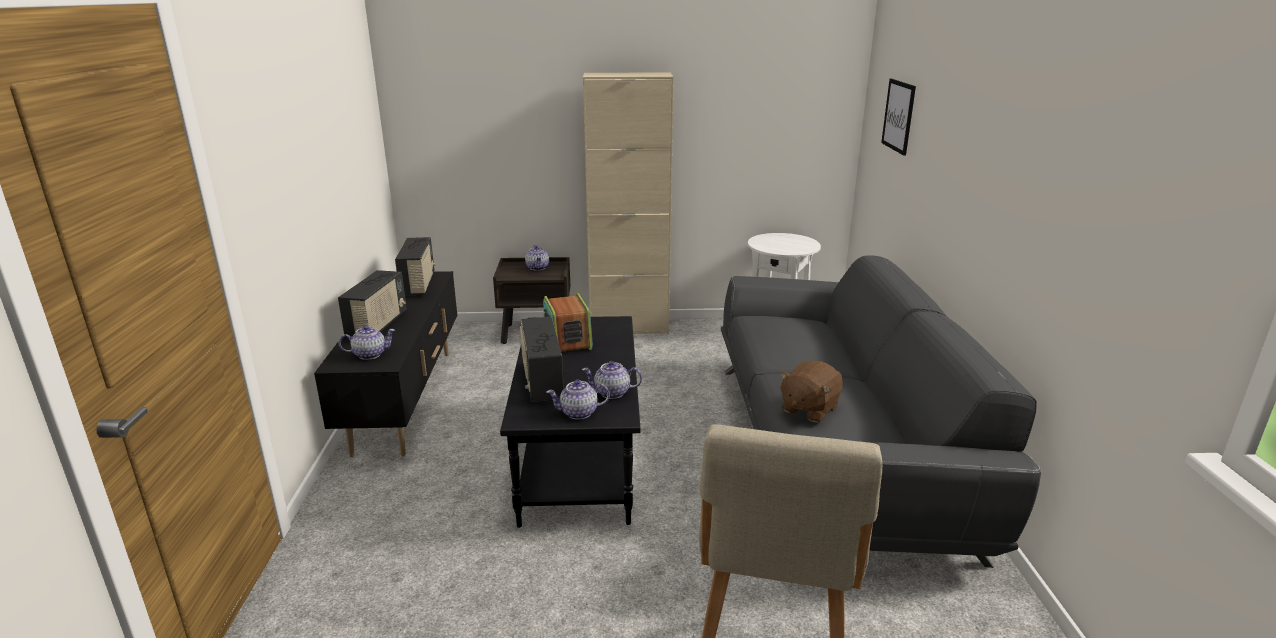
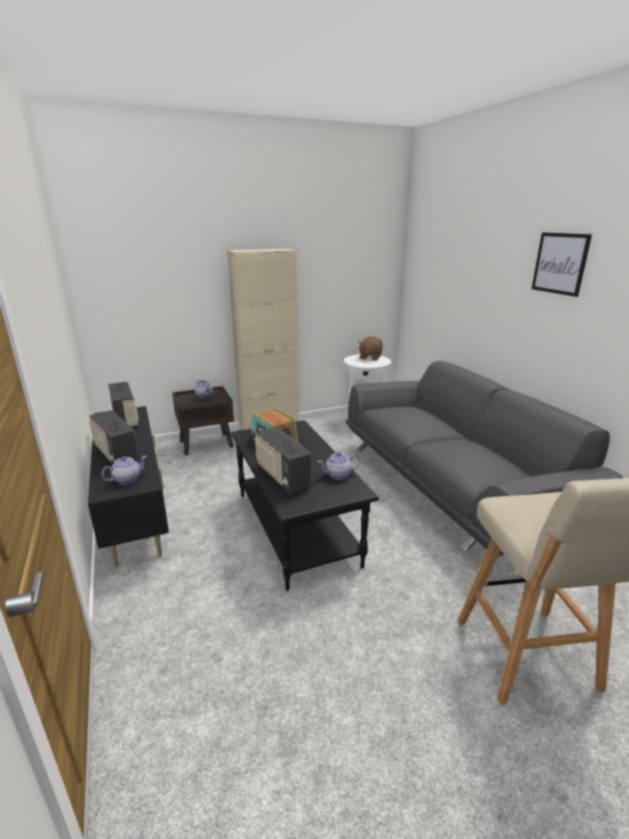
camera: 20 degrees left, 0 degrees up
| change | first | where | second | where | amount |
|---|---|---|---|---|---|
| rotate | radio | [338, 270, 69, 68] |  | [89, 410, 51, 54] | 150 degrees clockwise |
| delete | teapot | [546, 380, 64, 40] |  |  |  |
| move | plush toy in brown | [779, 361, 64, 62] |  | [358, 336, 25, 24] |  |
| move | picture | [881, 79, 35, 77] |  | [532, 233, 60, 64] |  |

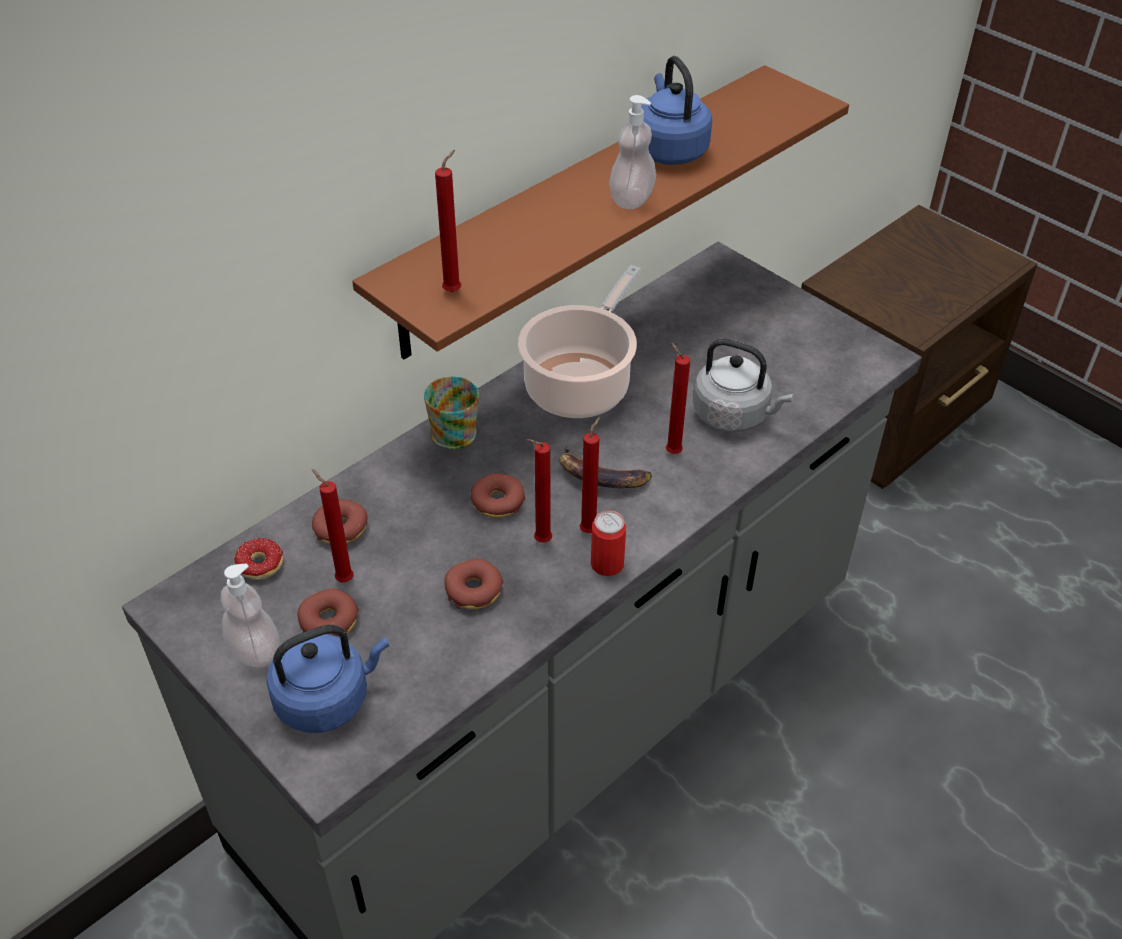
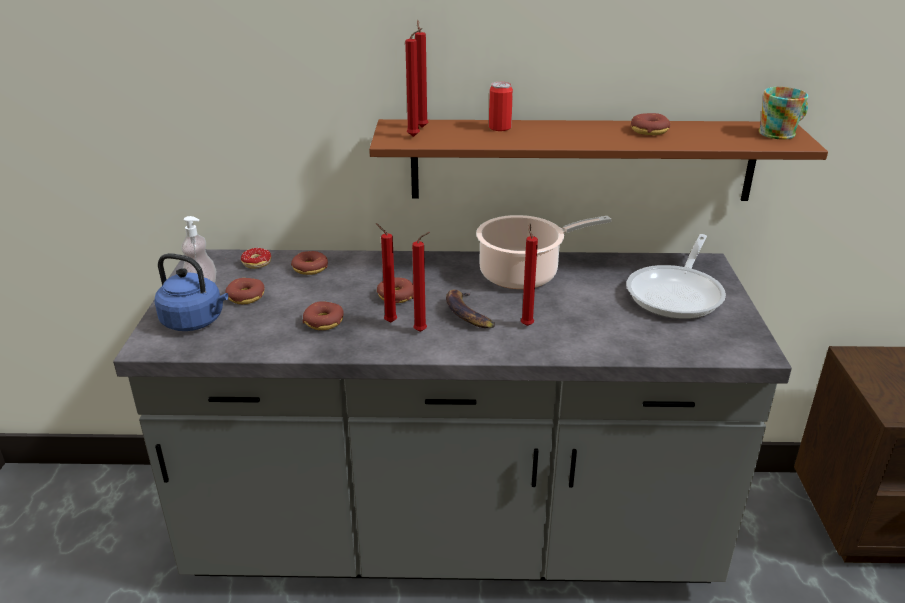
camera: 45 degrees right, 15 degrees down
| change | first | where | second | where | amount |
|---|---|---|---|---|---|
| move | candle in red | [312, 469, 42, 113] |  | [415, 20, 13, 108] |  |
| move | mug | [424, 376, 55, 74] |  | [759, 87, 49, 53] |  |
| move | can | [591, 511, 35, 65] |  | [489, 82, 24, 49] |  |
| delete | soap dispenser | [609, 95, 47, 114] |  |  |  |
| replace | kettle in blue | [641, 56, 71, 109] | donut | [631, 113, 39, 22] |  |
| delete | kettle in grey | [693, 339, 100, 93] |  |  |  |
| insert |  |  | frying pan | [627, 234, 99, 85] |  |

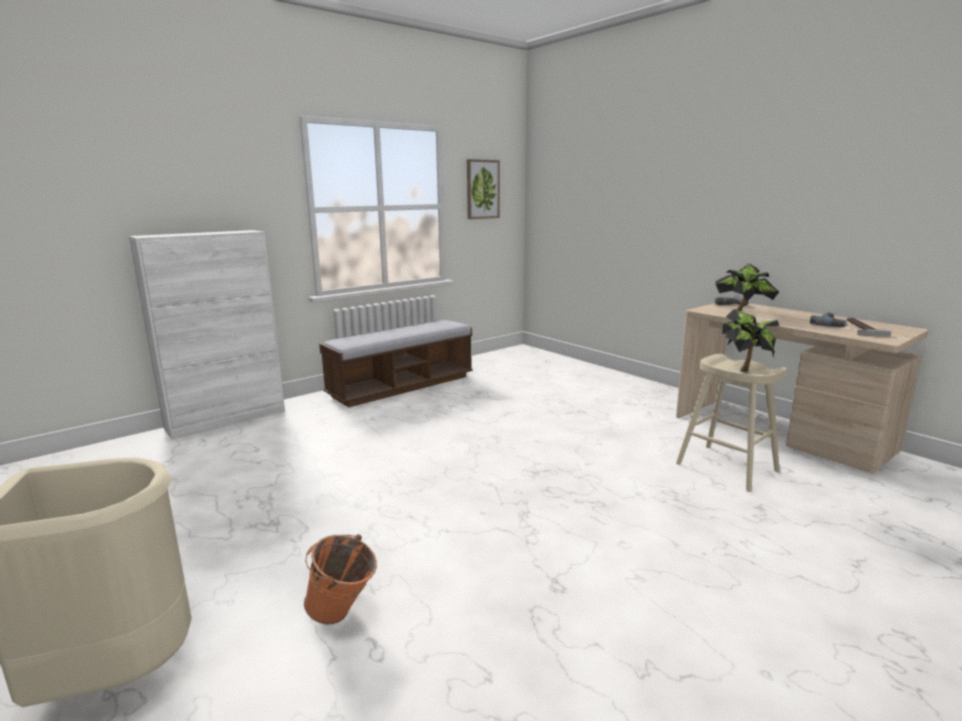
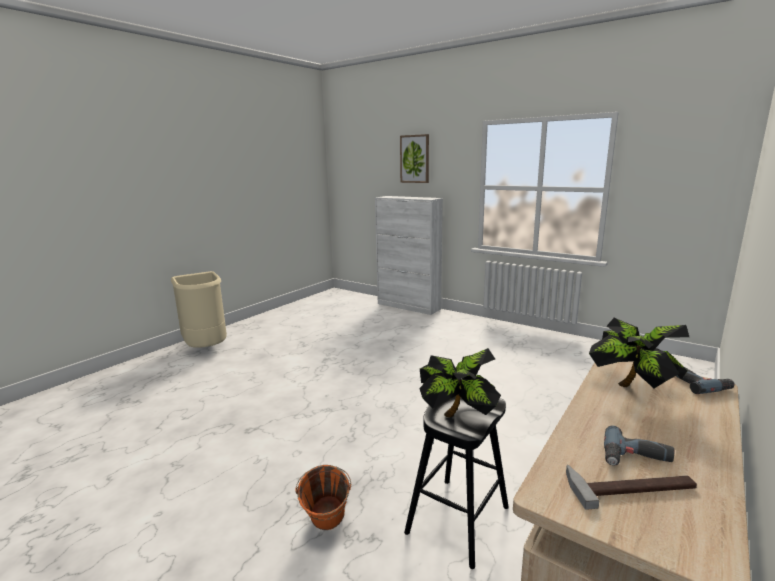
camera: 75 degrees right, 0 degrees up
| change | first | where | second | where | amount |
|---|---|---|---|---|---|
| move | bucket in orange | [304, 534, 73, 90] |  | [295, 465, 56, 65] |  |
| delete | bench | [319, 320, 154, 87] |  |  |  |
| move | picture | [467, 159, 33, 60] |  | [400, 134, 29, 49] |  |
| recolor | stool in beige | [676, 354, 111, 138] | stool in black | [404, 396, 105, 173] |  |

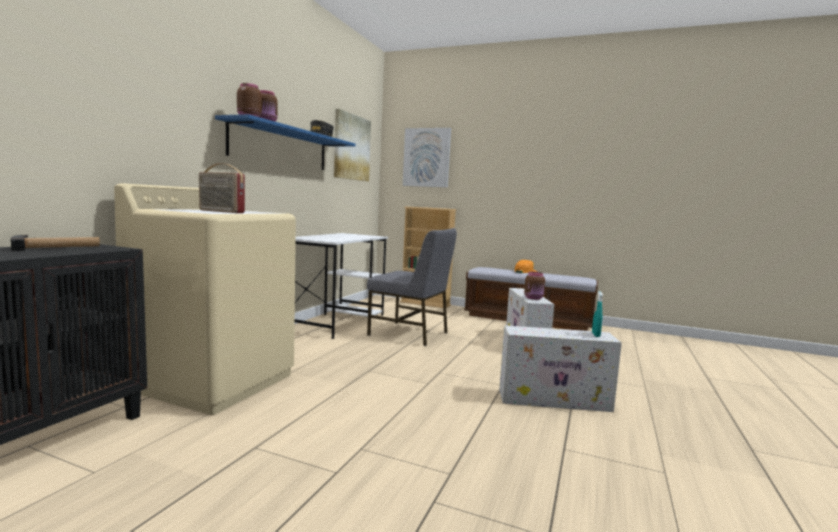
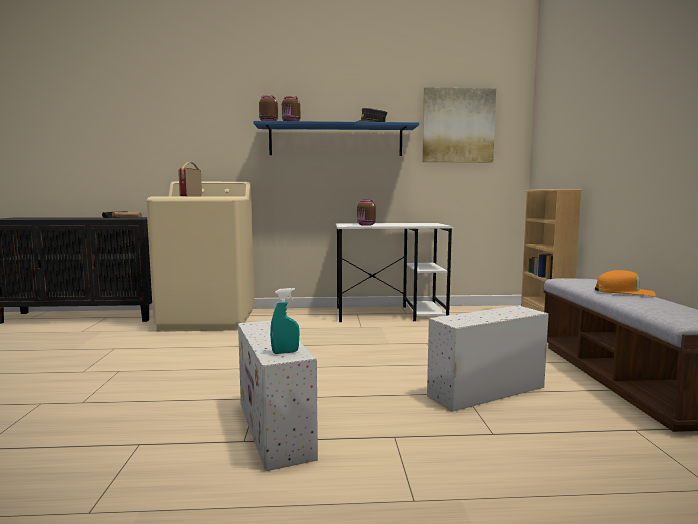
camera: 65 degrees right, 0 degrees up
| change | first | where | second | where | amount |
|---|---|---|---|---|---|
| delete | chair in grey | [367, 228, 90, 118] |  |  |  |
| delete | picture | [403, 128, 48, 60] |  |  |  |
| move | jar in brown | [524, 272, 21, 28] |  | [357, 200, 19, 26] |  |

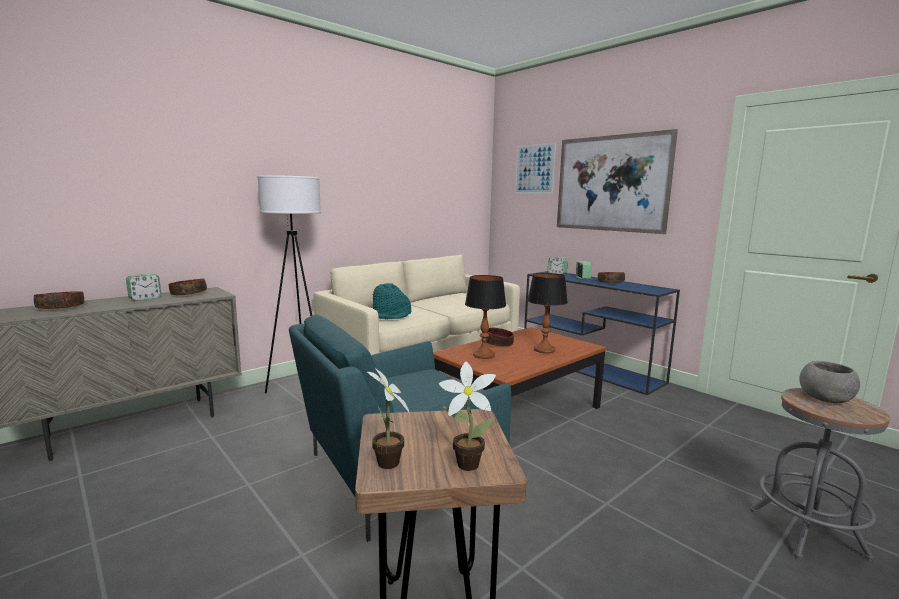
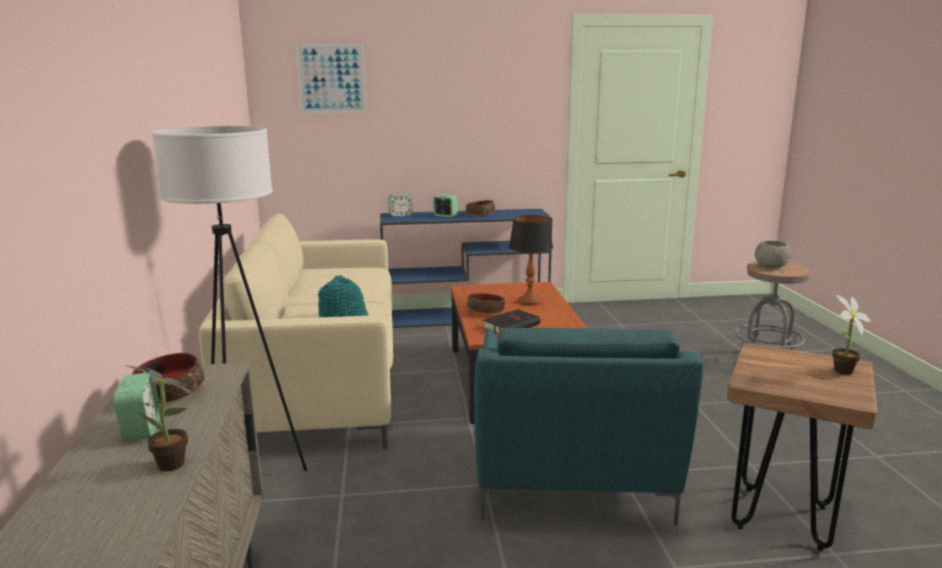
camera: 55 degrees left, 5 degrees up
| change | first | where | second | where | amount |
|---|---|---|---|---|---|
| delete | bowl | [34, 291, 50, 18] |  |  |  |
| move | potted plant | [367, 367, 43, 102] |  | [127, 366, 67, 105] |  |
| replace | table lamp | [465, 275, 41, 84] | book in black | [483, 309, 57, 25] |  |
| delete | picture | [557, 129, 121, 105] |  |  |  |

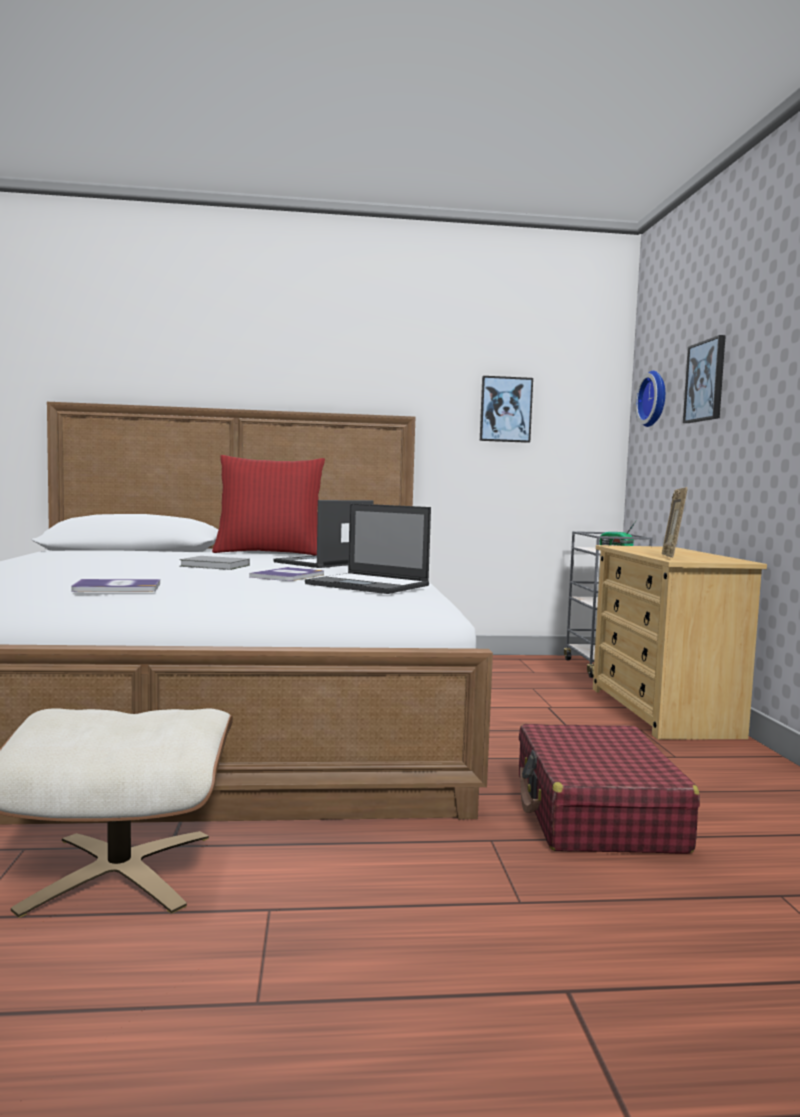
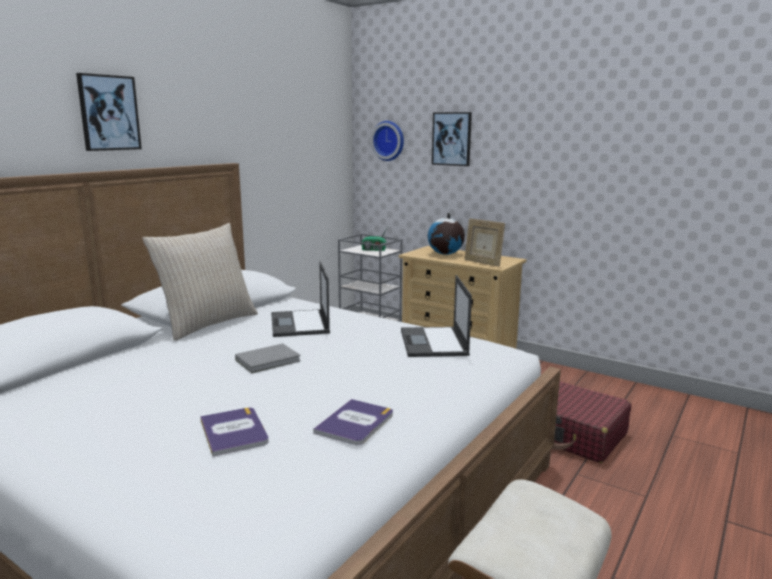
camera: 50 degrees left, 10 degrees up
| change | first | where | second | where | amount |
|---|---|---|---|---|---|
| recolor | pillow in red | [212, 455, 113, 100] | pillow in beige | [142, 223, 116, 118] |  |
| move | book | [249, 567, 75, 14] |  | [200, 407, 69, 50] |  |
| rotate | laptop | [305, 503, 126, 91] |  | [401, 275, 71, 82] | 105 degrees clockwise |
| move | picture | [480, 376, 53, 67] |  | [76, 73, 66, 78] |  |
| insert |  |  | globe | [428, 213, 37, 42] |  |

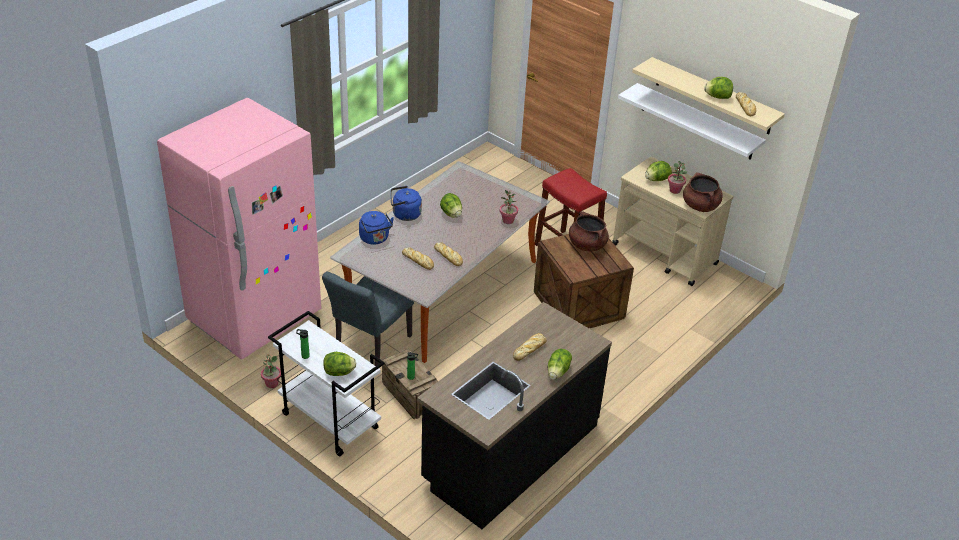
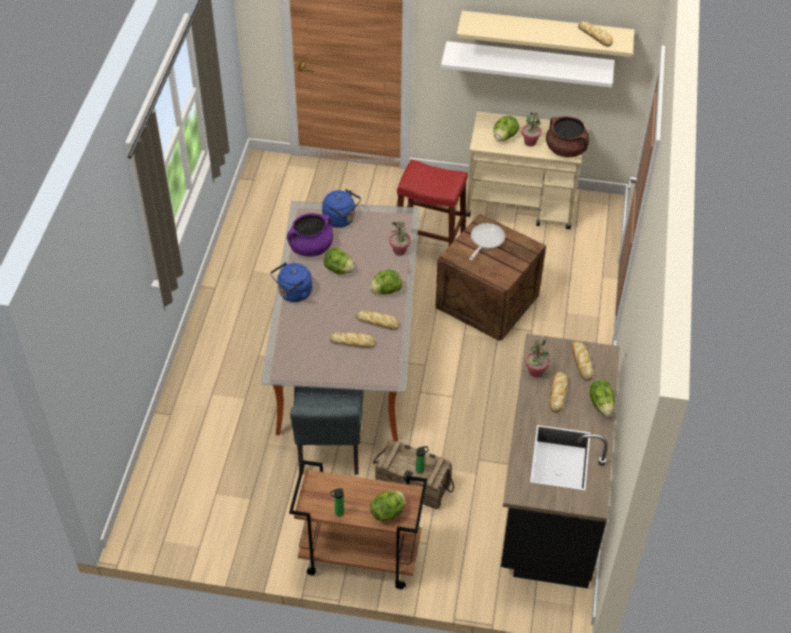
camera: 30 degrees left, 10 degrees up
| change | first | where | second | where | amount |
|---|---|---|---|---|---|
| delete | fridge in pink | [157, 98, 164, 262] |  |  |  |
| move | potted plant | [261, 354, 20, 34] |  | [525, 339, 24, 39] |  |
| recolor | cart in white | [268, 311, 116, 145] | cart in brown | [289, 460, 138, 129] |  |
| move | kettle in blue | [359, 211, 35, 34] |  | [322, 189, 39, 39] |  |
| replace | cooking pot in brown | [569, 211, 40, 40] | frying pan | [470, 223, 35, 37] |  |
| move | lettuce | [704, 77, 29, 22] |  | [369, 270, 33, 25] |  |
| insert |  |  | cooking pot in purple | [287, 213, 46, 44] |  |
| insert |  |  | bread | [571, 342, 22, 39] |  |

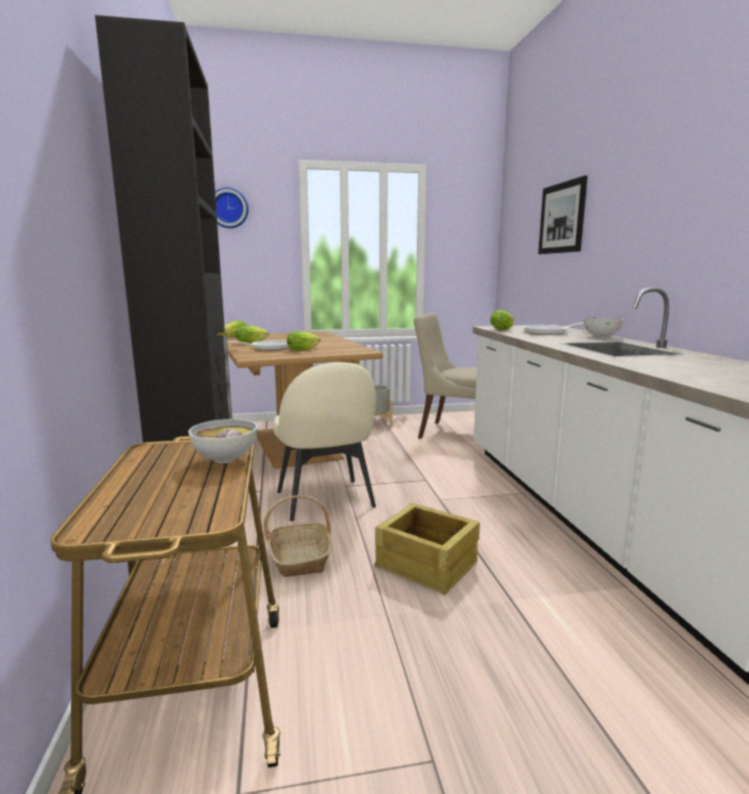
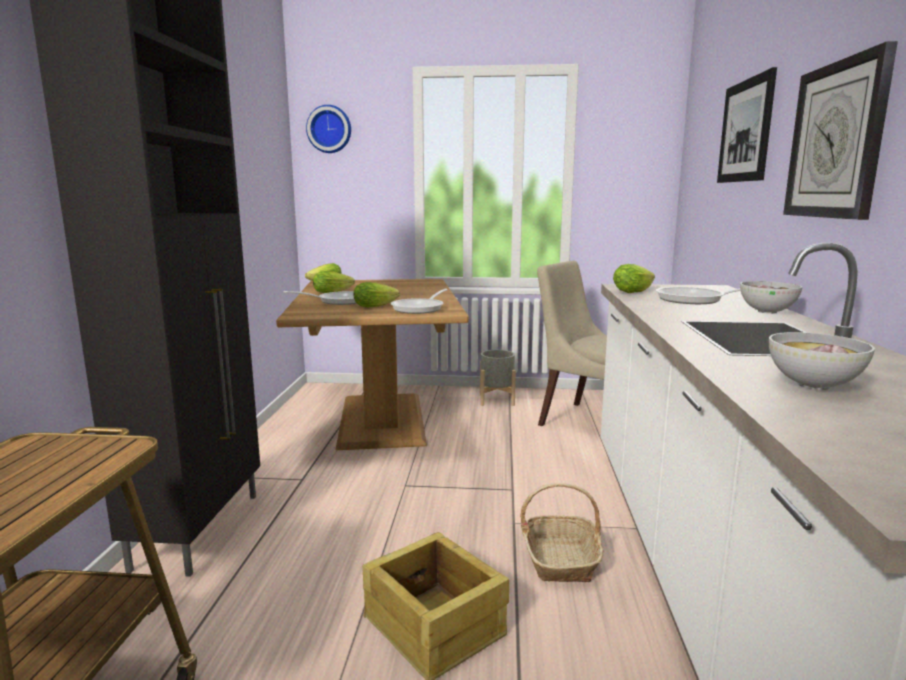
camera: 15 degrees right, 0 degrees up
| change | first | where | second | where | amount |
|---|---|---|---|---|---|
| move | bowl | [188, 419, 70, 44] |  | [769, 332, 106, 58] |  |
| move | basket | [264, 495, 68, 82] |  | [520, 484, 84, 98] |  |
| delete | chair in beige | [273, 362, 103, 159] |  |  |  |
| insert |  |  | frying pan | [391, 289, 57, 25] |  |
| insert |  |  | wall clock | [783, 41, 115, 179] |  |

